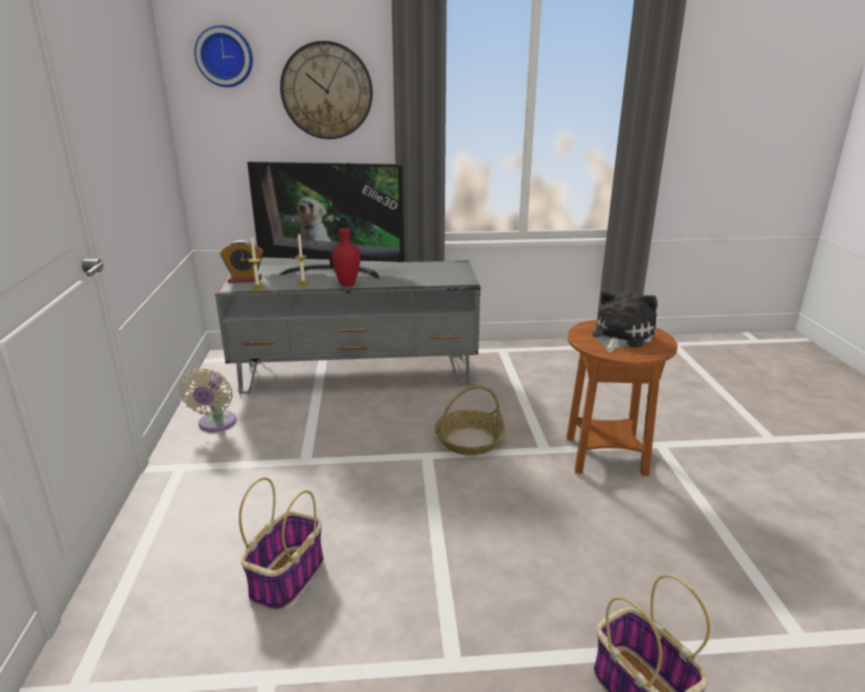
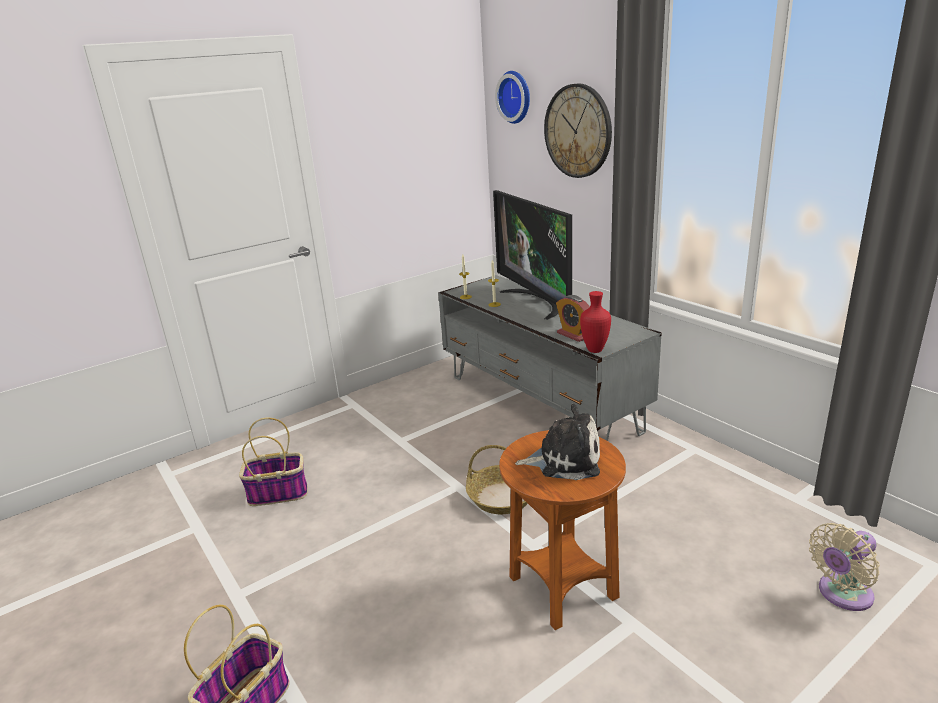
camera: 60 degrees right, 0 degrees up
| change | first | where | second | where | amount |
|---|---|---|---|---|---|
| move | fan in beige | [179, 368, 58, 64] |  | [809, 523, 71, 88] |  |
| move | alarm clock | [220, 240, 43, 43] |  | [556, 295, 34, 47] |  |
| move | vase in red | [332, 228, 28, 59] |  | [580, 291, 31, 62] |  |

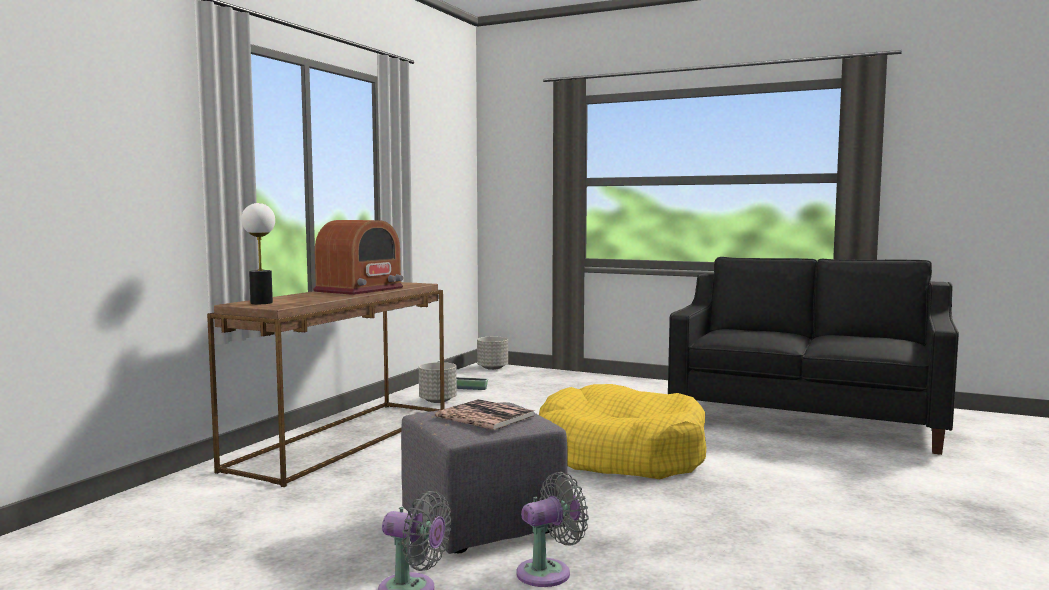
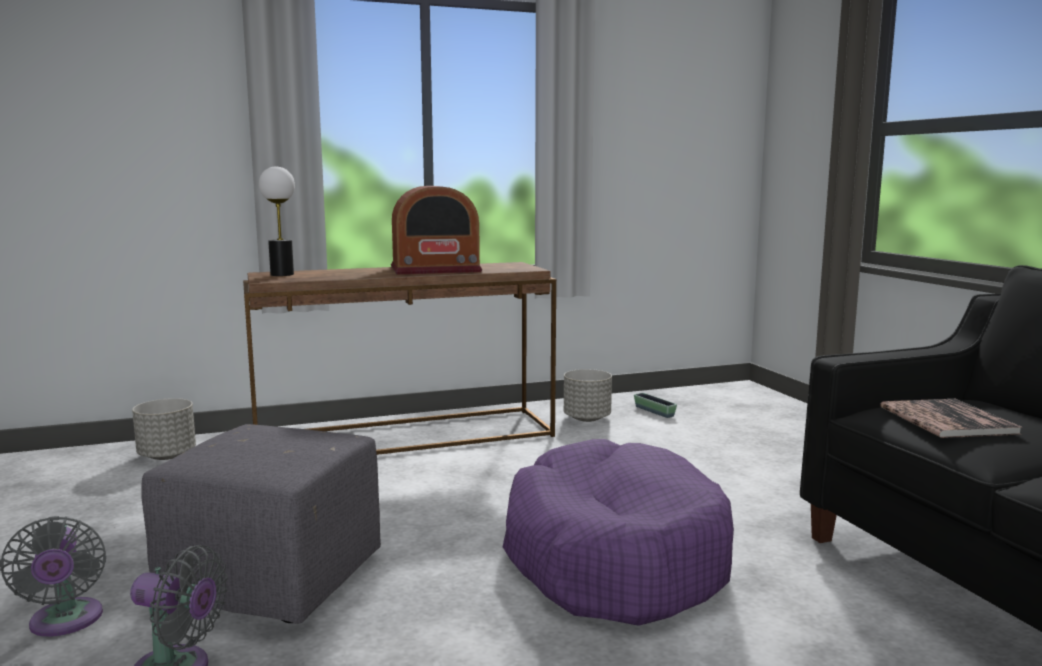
camera: 45 degrees right, 5 degrees up
| change | first | where | second | where | amount |
|---|---|---|---|---|---|
| move | book | [435, 399, 100, 31] |  | [880, 399, 142, 39] |  |
| move | planter in grey | [477, 337, 31, 33] |  | [132, 398, 64, 62] |  |
| recolor | dog bed in yellow | [539, 384, 167, 95] | dog bed in purple | [502, 439, 232, 187] |  |

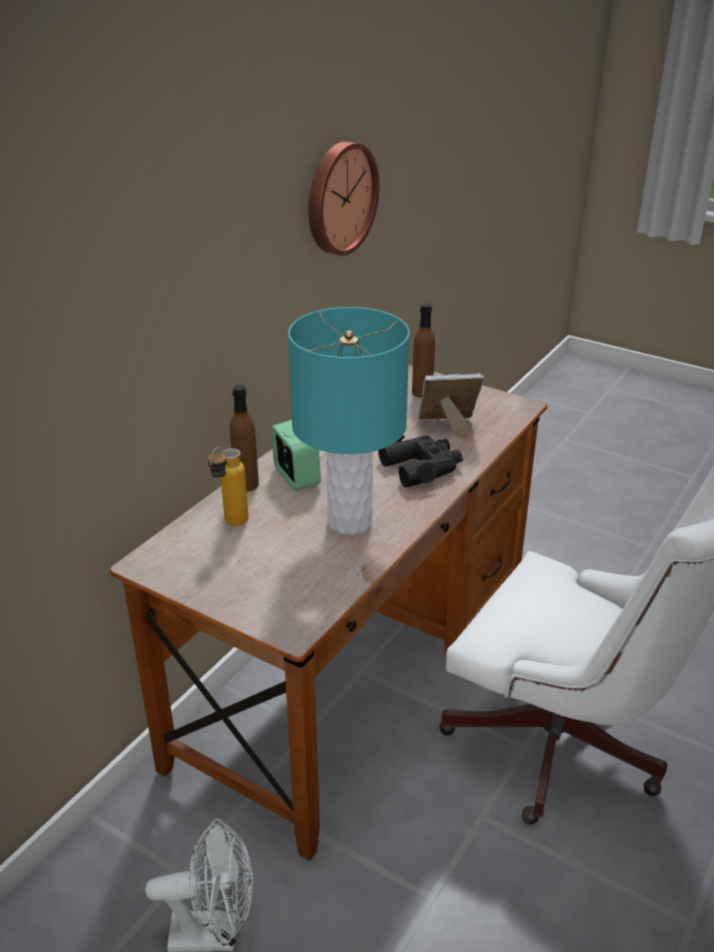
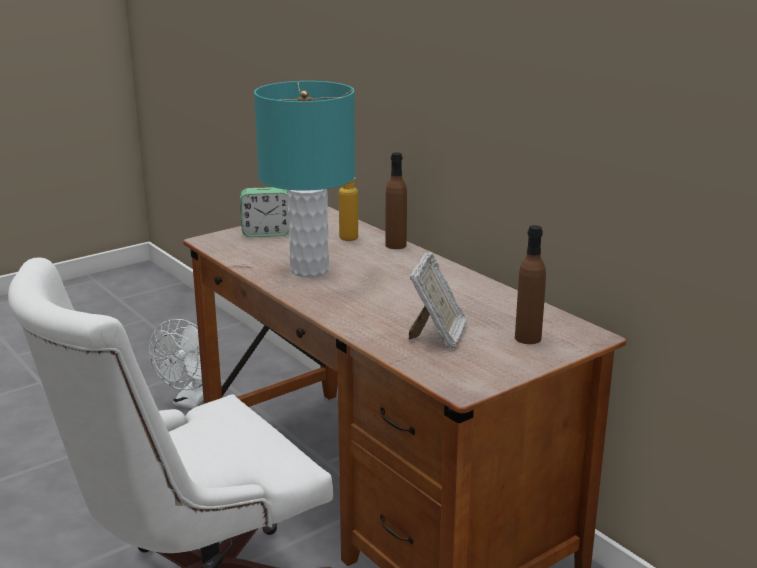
camera: 110 degrees right, 10 degrees down
| change | first | where | second | where | amount |
|---|---|---|---|---|---|
| move | alarm clock | [271, 420, 50, 71] |  | [240, 187, 49, 50] |  |
| delete | wall clock | [308, 141, 71, 115] |  |  |  |
| delete | binoculars in black | [378, 435, 85, 53] |  |  |  |

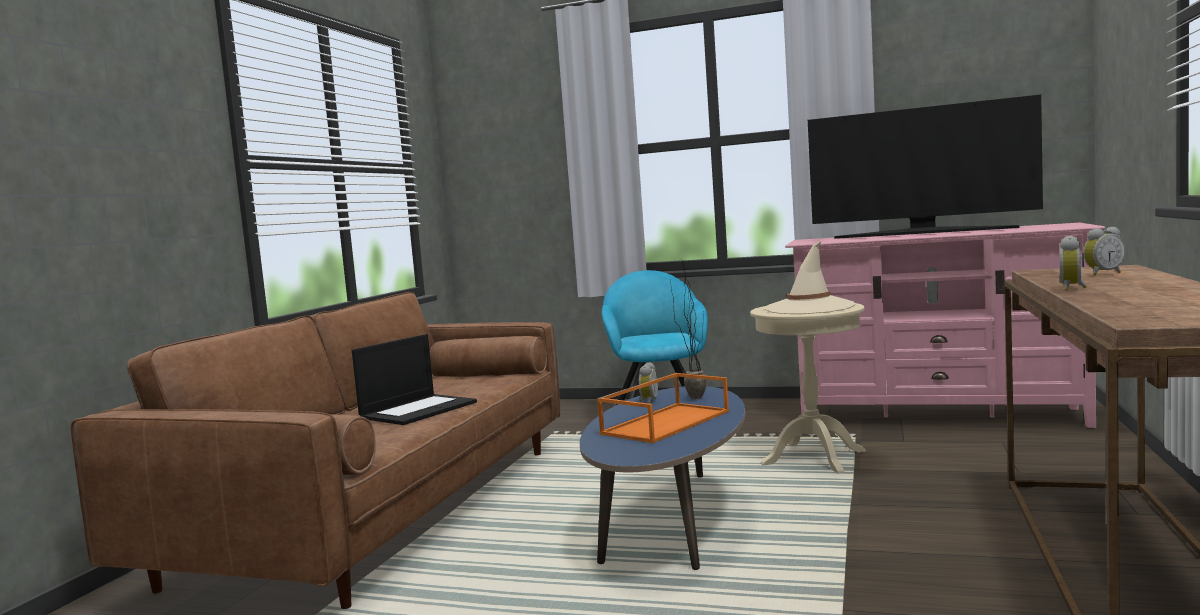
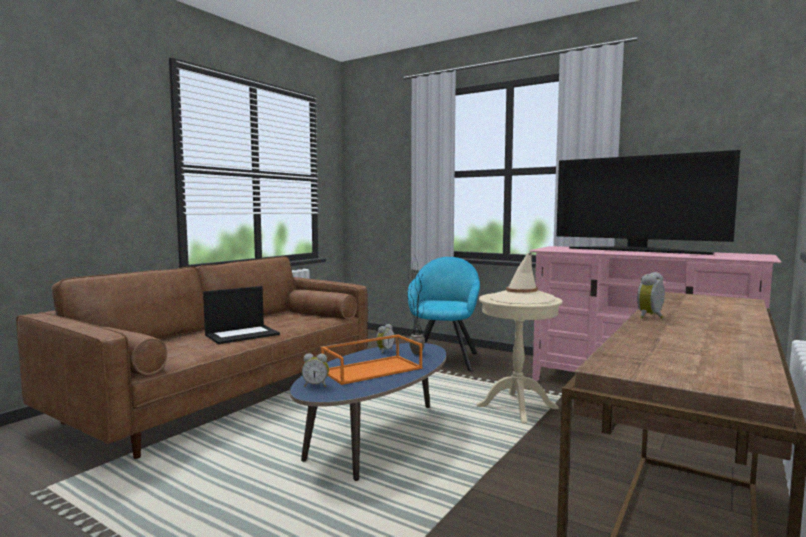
camera: 15 degrees right, 0 degrees up
| change | first | where | second | where | amount |
|---|---|---|---|---|---|
| move | alarm clock | [1083, 227, 42, 49] |  | [302, 353, 27, 34] |  |

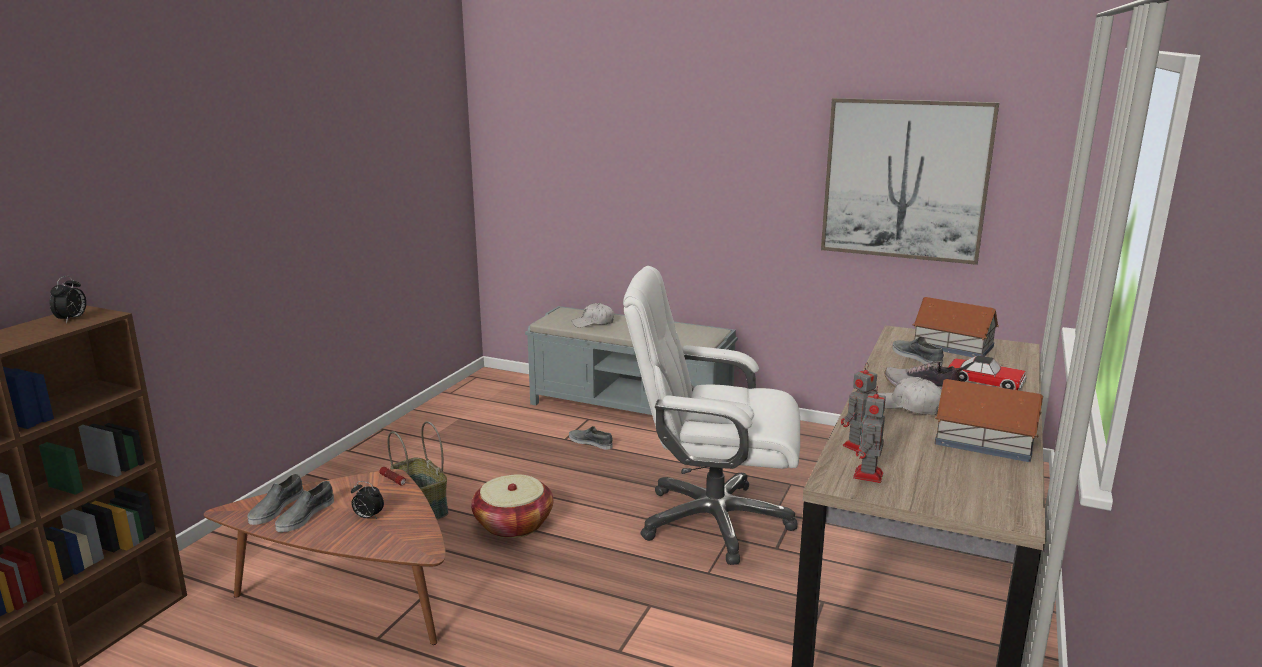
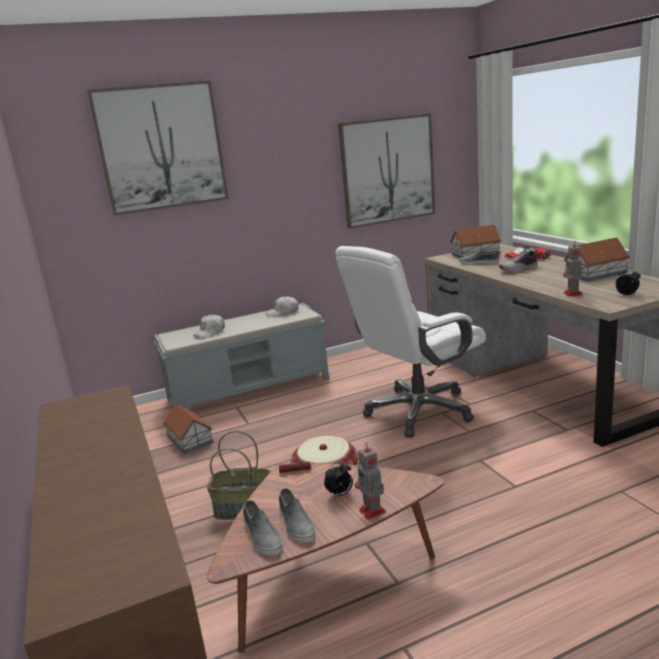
camera: 45 degrees left, 0 degrees up
| change | first | where | second | where | amount |
|---|---|---|---|---|---|
| move | alarm clock | [50, 276, 36, 47] |  | [616, 267, 25, 29] |  |
| delete | shoe in grey | [569, 426, 44, 24] |  |  |  |
| move | toy robot | [853, 386, 33, 97] |  | [355, 442, 31, 77] |  |
| move | cap in white | [878, 377, 64, 38] |  | [266, 296, 32, 21] |  |
| insert |  |  | picture | [87, 80, 142, 136] |  |
| insert |  |  | toy house | [163, 404, 50, 50] |  |

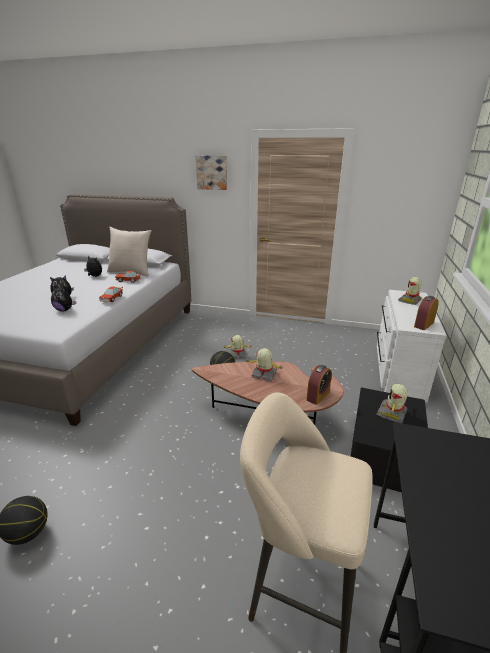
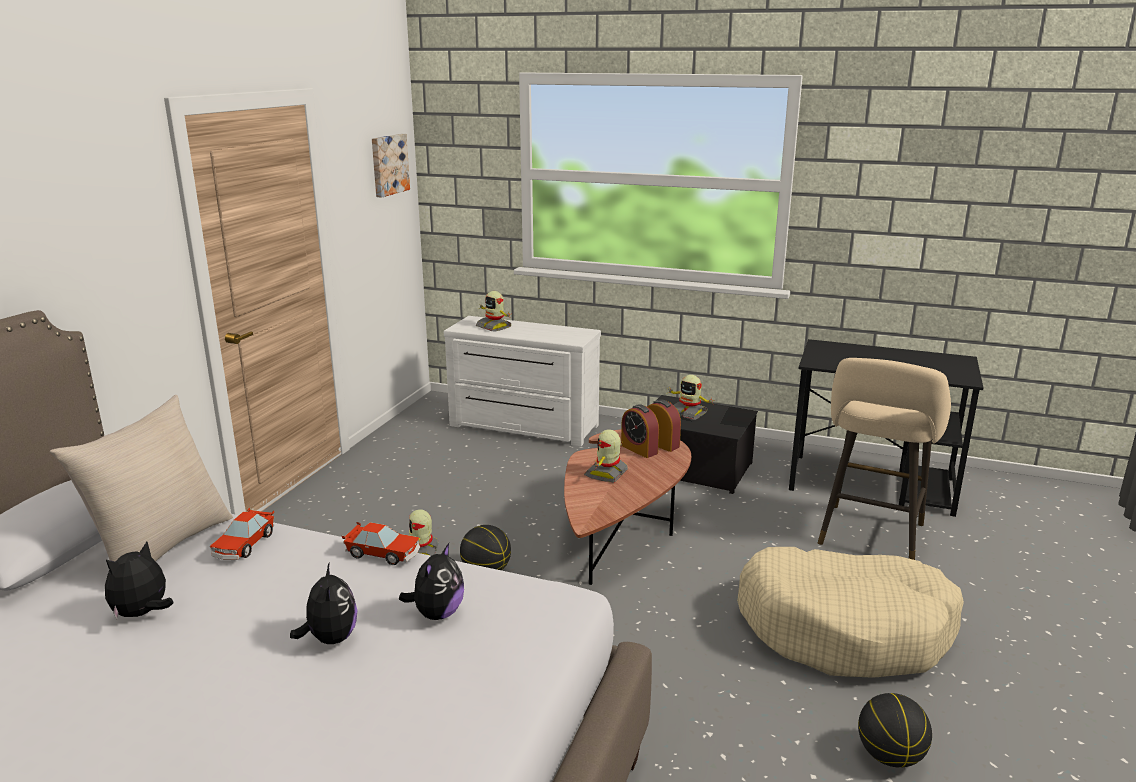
camera: 85 degrees left, 5 degrees down
| change | first | where | second | where | amount |
|---|---|---|---|---|---|
| move | picture | [195, 155, 32, 35] |  | [372, 134, 38, 64] |  |
| move | alarm clock | [414, 296, 25, 34] |  | [621, 404, 38, 54] |  |
| insert |  |  | dog bed in beige | [737, 547, 227, 131] |  |

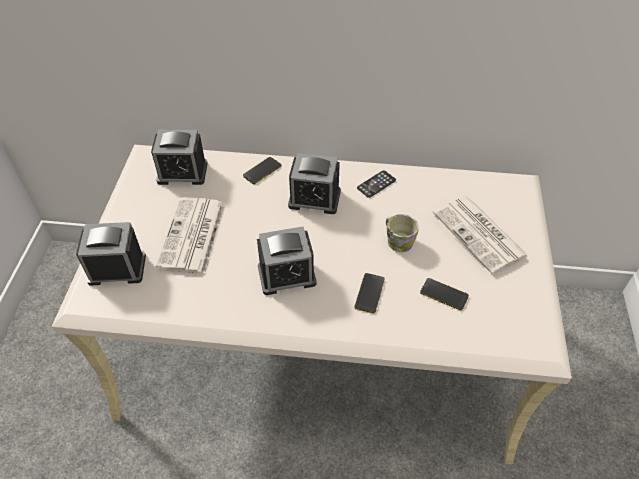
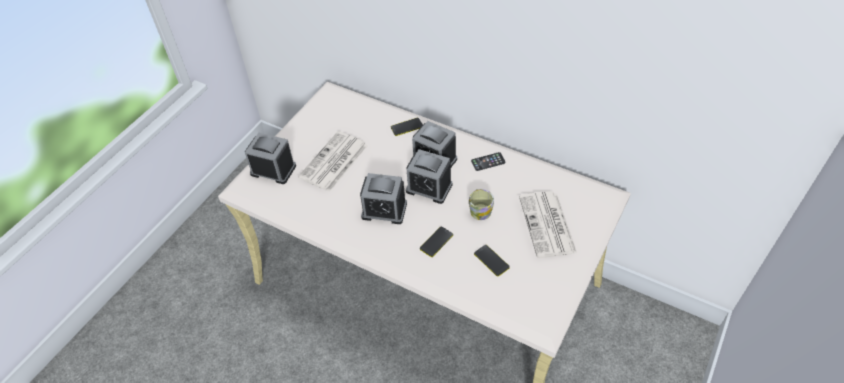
camera: 25 degrees right, 0 degrees up
| change | first | where | second | where | amount |
|---|---|---|---|---|---|
| move | alarm clock | [151, 130, 57, 55] |  | [406, 149, 46, 55] |  |

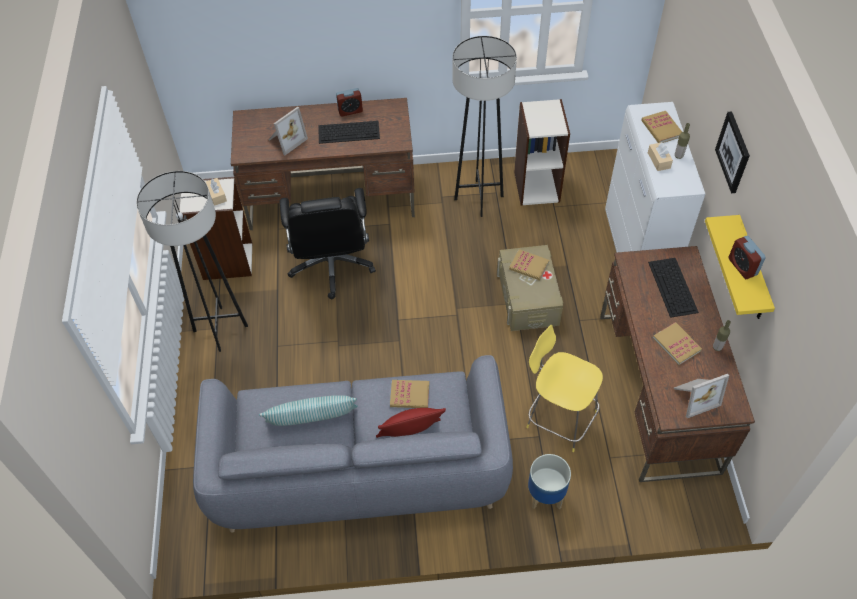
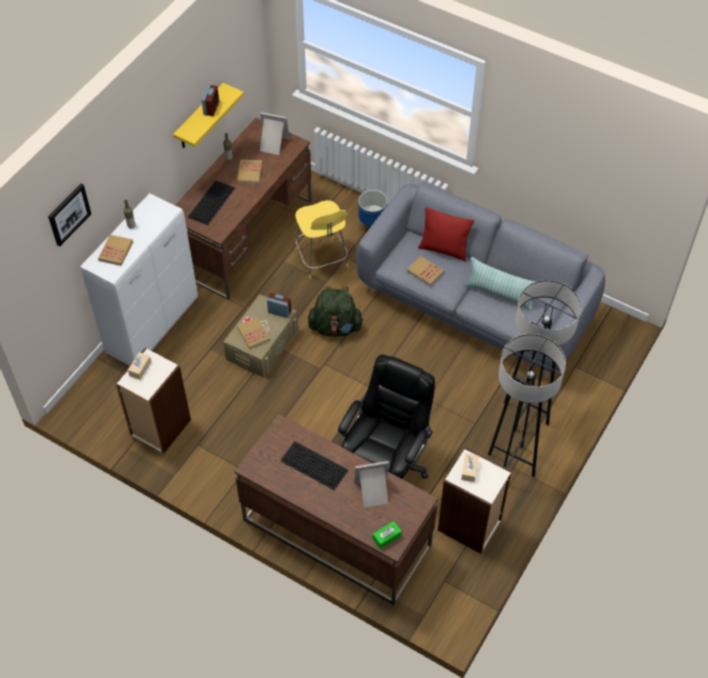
camera: 145 degrees left, 0 degrees up
| change | first | where | second | where | amount |
|---|---|---|---|---|---|
| move | alarm clock | [336, 88, 27, 29] |  | [267, 293, 24, 25] |  |
| move | floor lamp in grey | [452, 36, 65, 181] |  | [504, 280, 77, 152] |  |
| move | tissue box in beige | [648, 142, 25, 29] |  | [128, 352, 23, 28] |  |
| move | picture | [715, 111, 35, 82] |  | [48, 184, 43, 62] |  |
| insert |  |  | backpack in green | [308, 286, 56, 51] |  |
| insert |  |  | tissue box in green | [373, 521, 29, 28] |  |

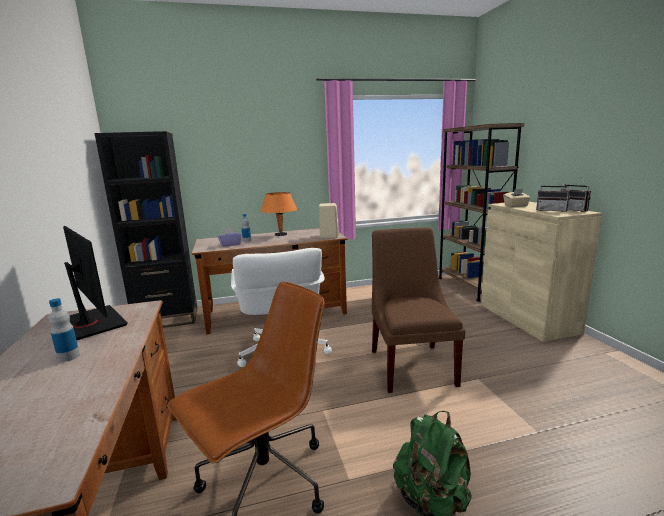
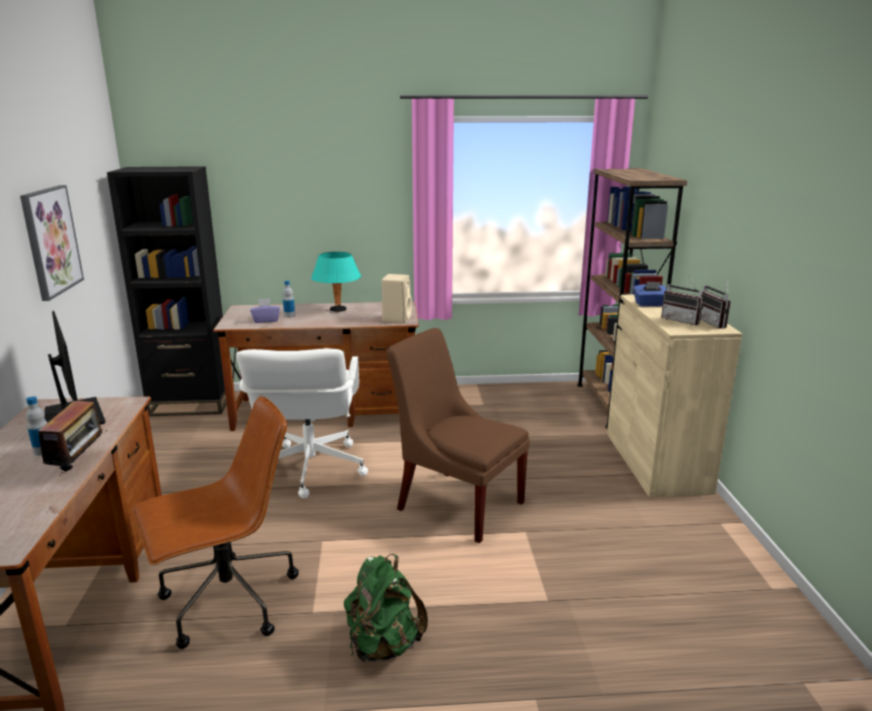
camera: 10 degrees right, 5 degrees up
| change | first | where | second | where | amount |
|---|---|---|---|---|---|
| recolor | table lamp in orange | [260, 192, 37, 44] | table lamp in turquoise | [311, 252, 50, 60] |  |
| rotate | chair in brown | [372, 227, 94, 166] |  | [386, 328, 144, 215] | 60 degrees counterclockwise |
| recolor | tissue box in beige | [503, 189, 28, 18] | tissue box in blue | [634, 281, 33, 25] |  |
| insert |  |  | picture | [20, 185, 64, 116] |  |
| insert |  |  | radio | [32, 401, 75, 75] |  |

